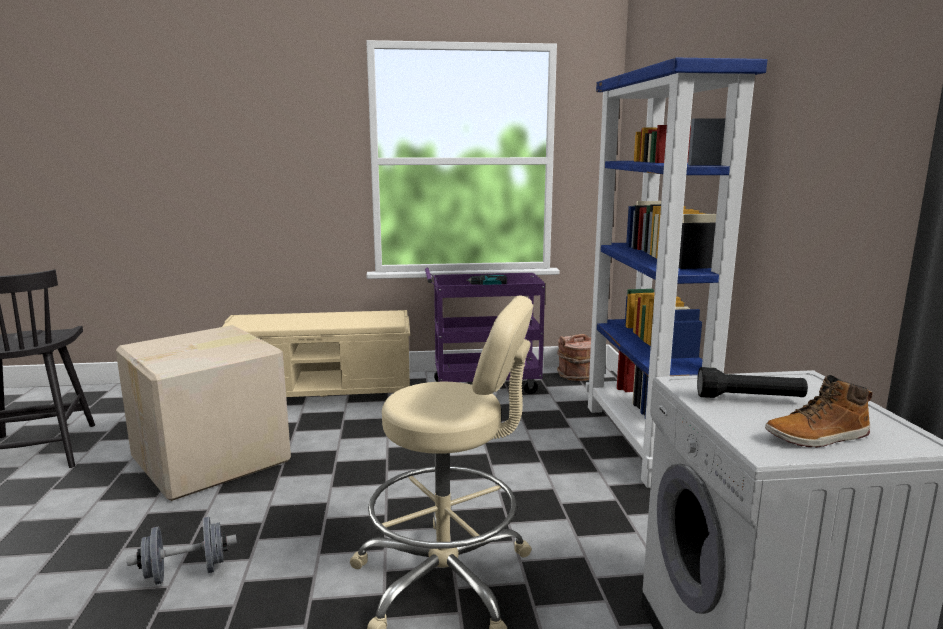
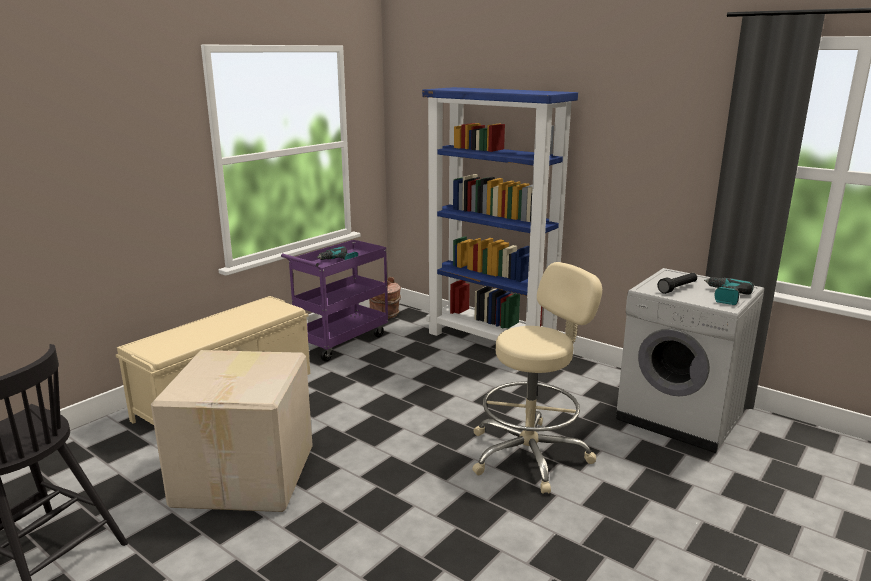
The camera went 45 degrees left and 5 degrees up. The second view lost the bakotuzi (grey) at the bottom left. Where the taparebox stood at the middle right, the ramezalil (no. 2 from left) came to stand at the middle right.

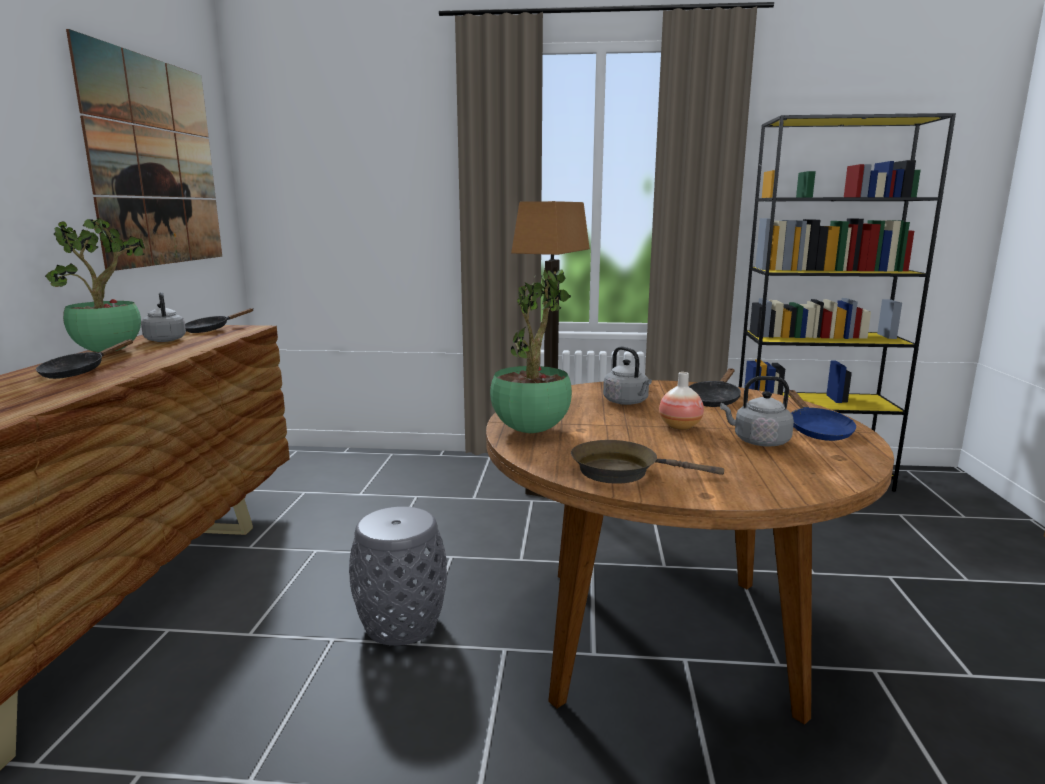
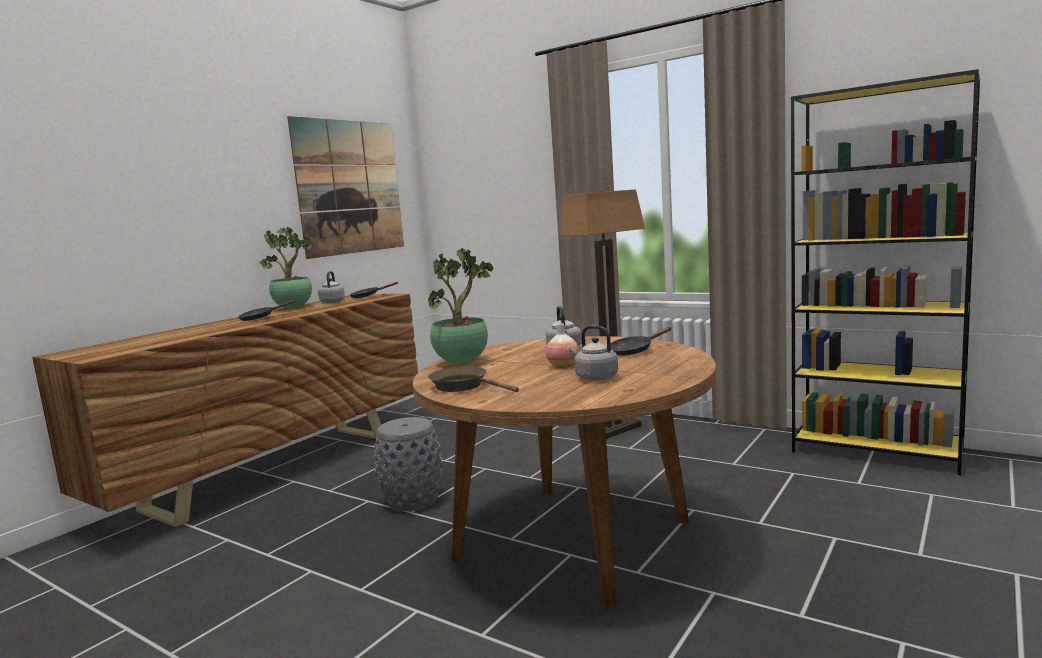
The camera went 30 degrees right and 5 degrees down. The second view lost the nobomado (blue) at the middle right.

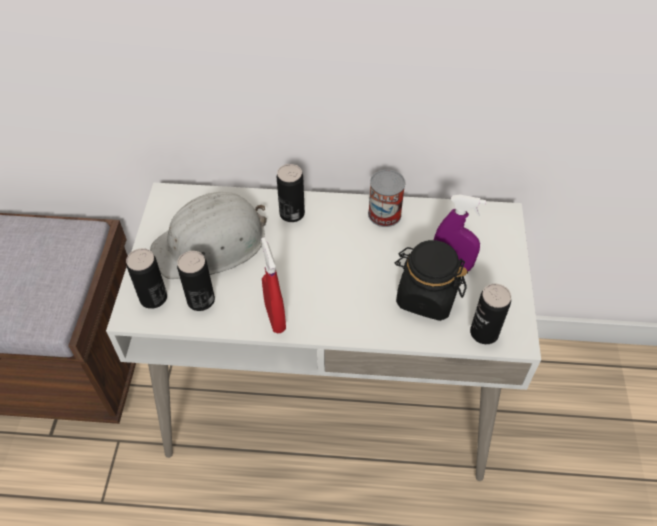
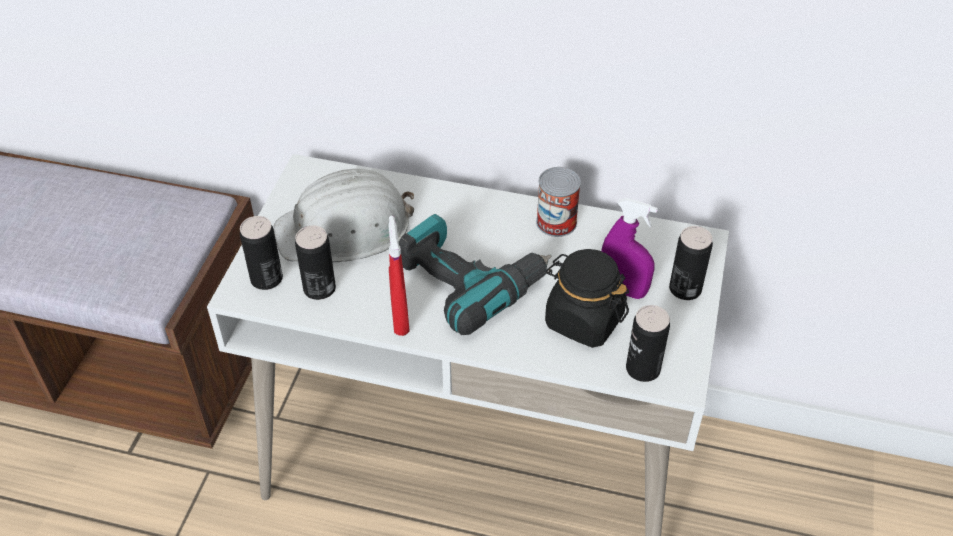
The camera went 10 degrees right and 5 degrees down. The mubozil (no. 3 from left in the first image) ended up elsewhere, having gone from the centre to the middle right. The second view gained the ramezalil at the centre.

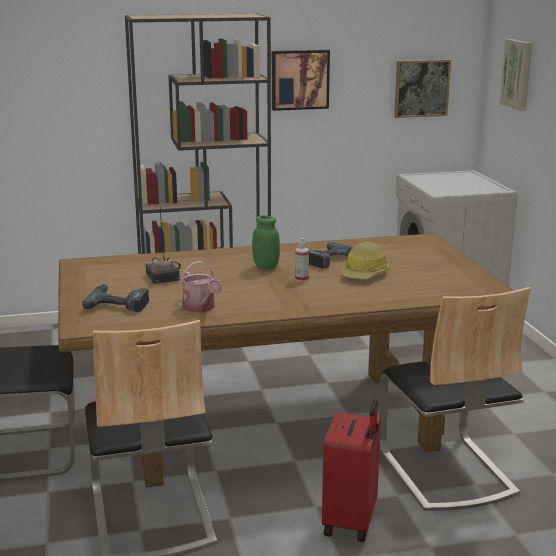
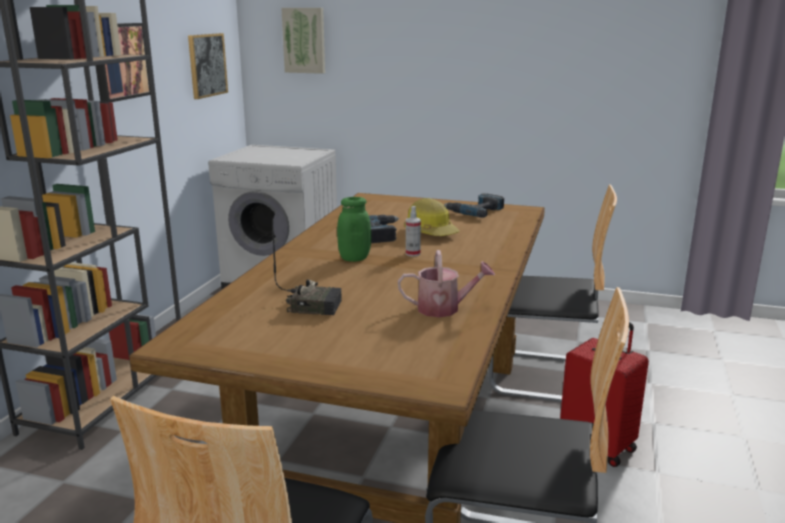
The camera went 60 degrees left and 0 degrees up. The ramezalil (no. 1 from left in the first image) ended up elsewhere, having gone from the middle left to the centre.

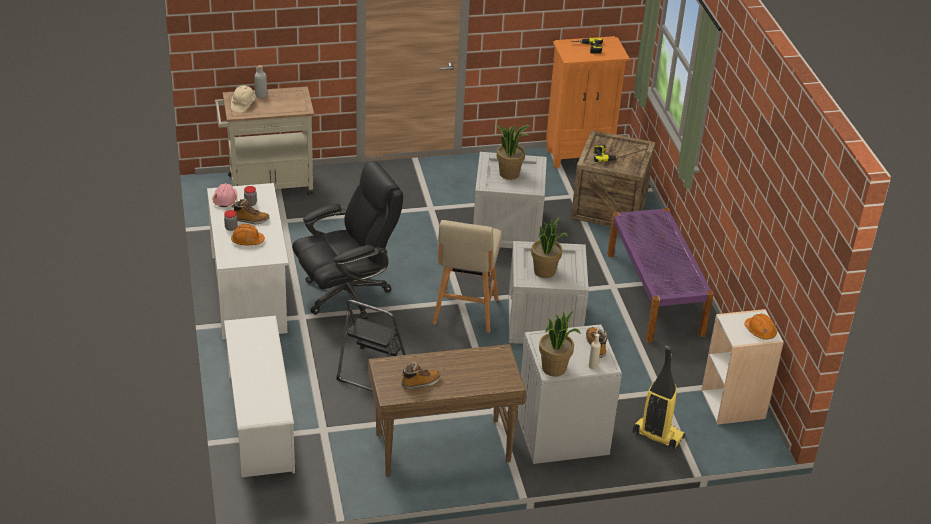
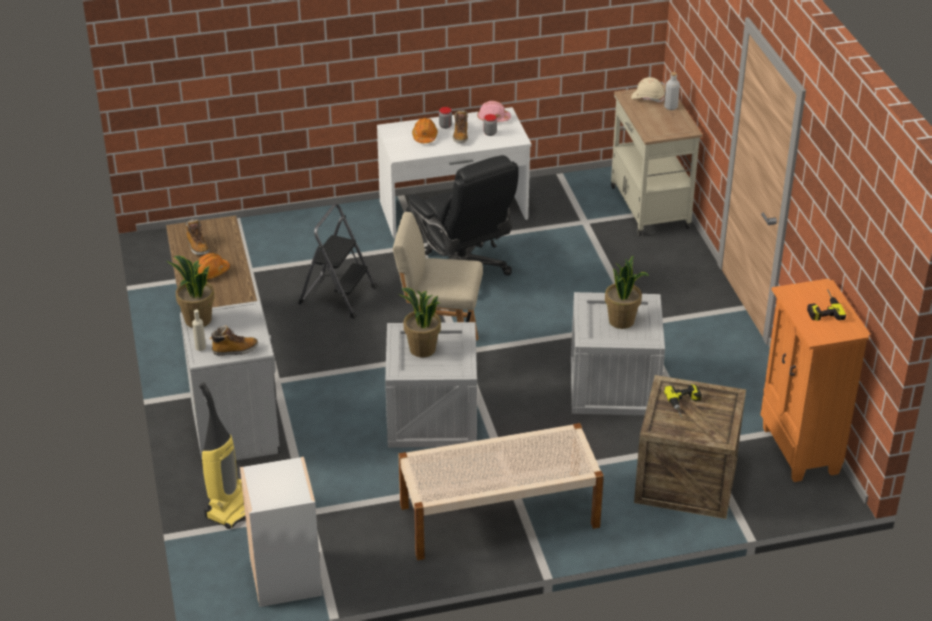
The camera went 90 degrees right and 0 degrees up. The second view lost the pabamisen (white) at the bottom left. What was the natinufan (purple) at the middle right turned into the natinufan (beige) at the bottom centre. The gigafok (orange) (no. 2 from left in the first image) ended up elsewhere, having gone from the middle right to the middle left.

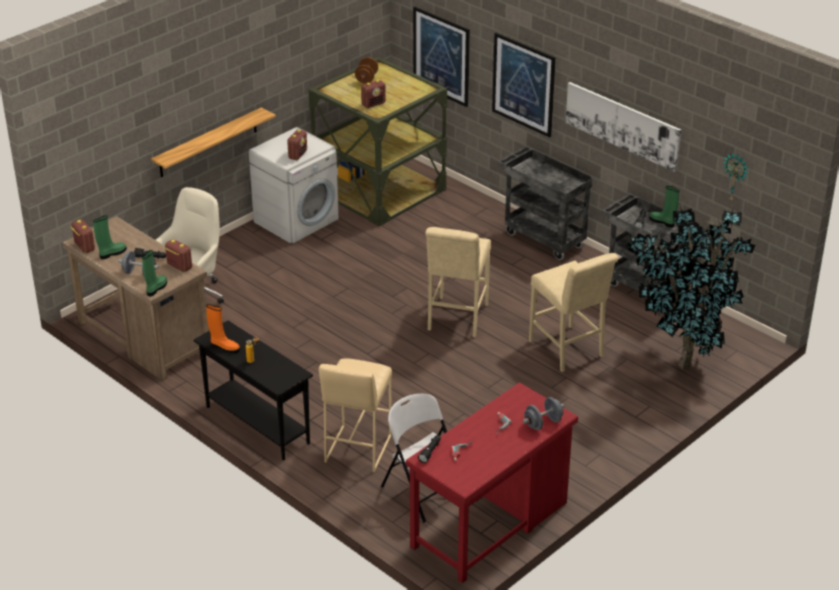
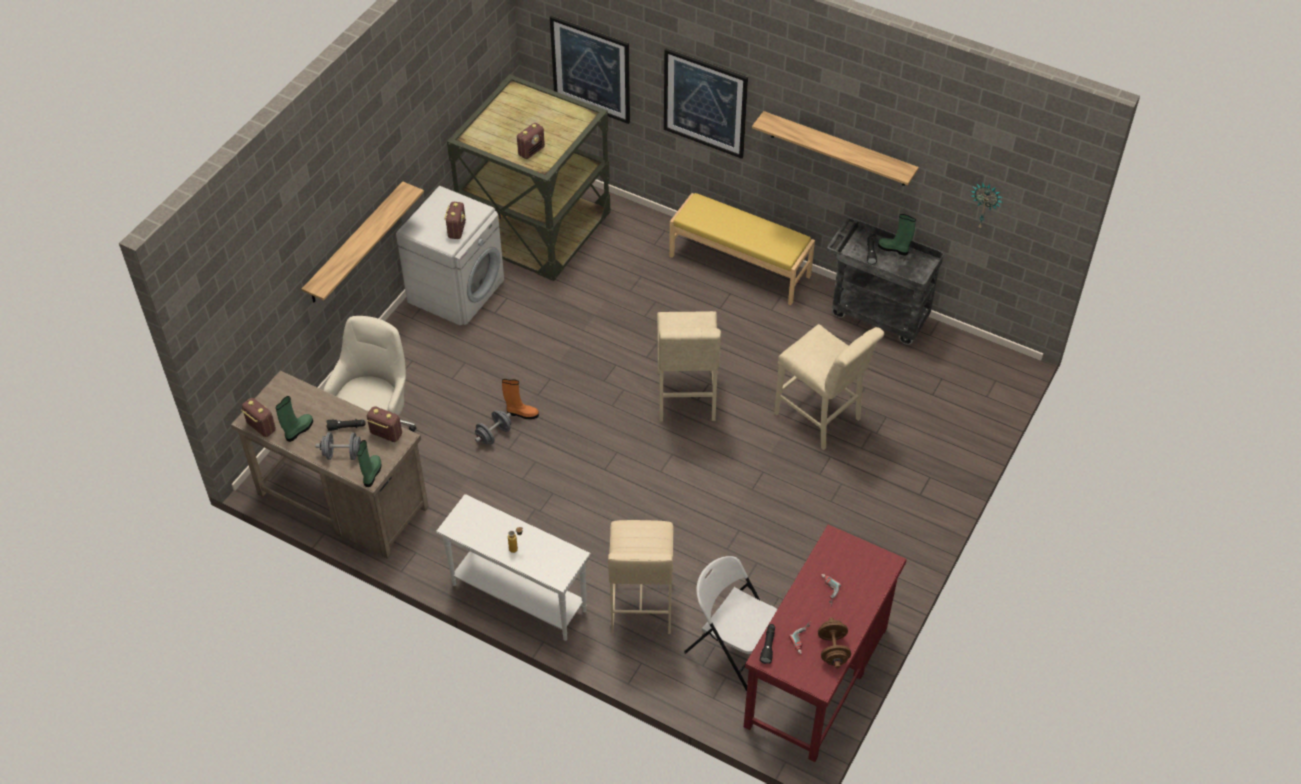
The camera went 15 degrees left and 15 degrees up. What was the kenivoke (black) at the middle left turned into the kenivoke (white) at the bottom centre. The taparebox (orange) ended up elsewhere, having gone from the middle left to the centre. The bakotuzi (brown) ended up elsewhere, having gone from the top centre to the bottom centre. Where the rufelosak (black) (no. 1 from left) stood at the centre, the natinufan (yellow) came to stand at the top centre. The bakotuzi (grey) (no. 2 from left) ended up elsewhere, having gone from the bottom centre to the centre. Where the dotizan (no. 3 from left) hung at the top right, the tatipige (no. 2 from left) came to hang at the top centre. The second view lost the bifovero at the middle right.

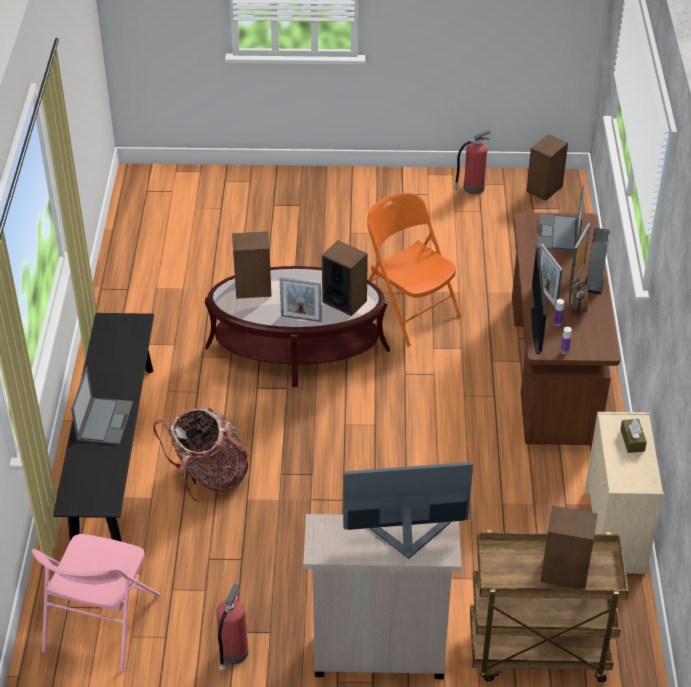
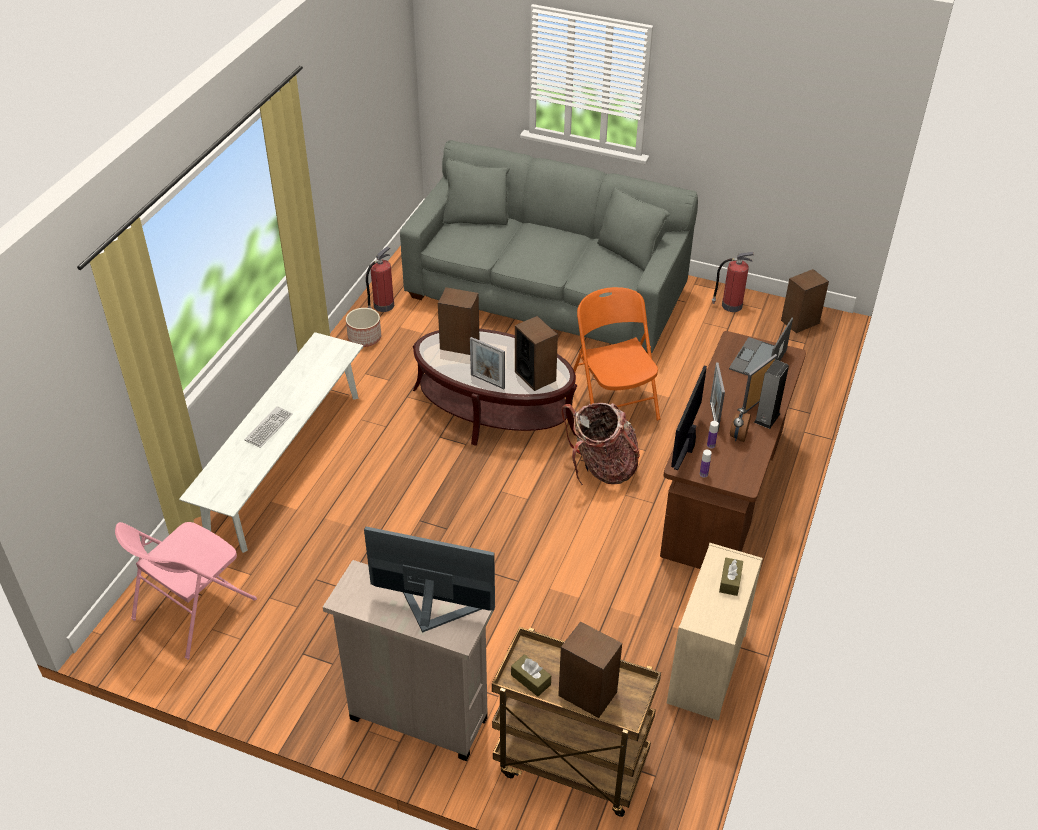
The camera went 20 degrees right and 0 degrees up. What was the natinufan (black) at the middle left turned into the natinufan (white) at the middle left. Where the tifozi (no. 1 from left) stood at the middle left, the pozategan came to stand at the middle left. The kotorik ended up elsewhere, having gone from the middle left to the centre. The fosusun (no. 1 from left) ended up elsewhere, having gone from the bottom centre to the centre. The second view gained the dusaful at the centre. The second view gained the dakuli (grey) at the top centre. The second view gained the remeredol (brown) (no. 1 from left) at the bottom centre.

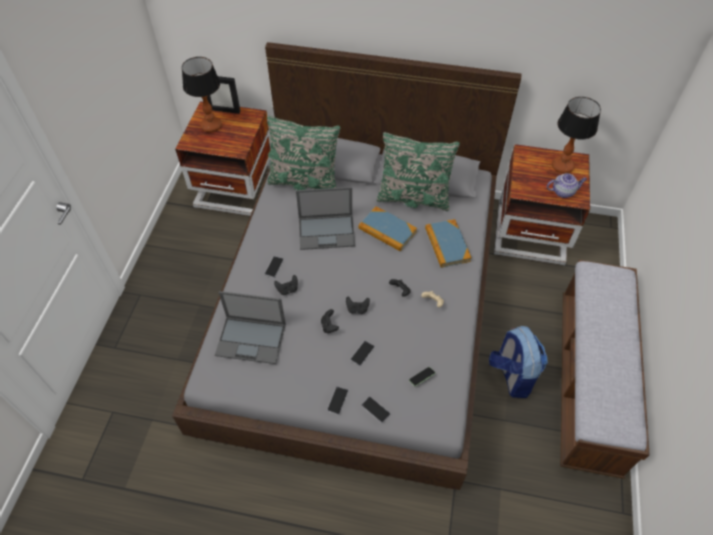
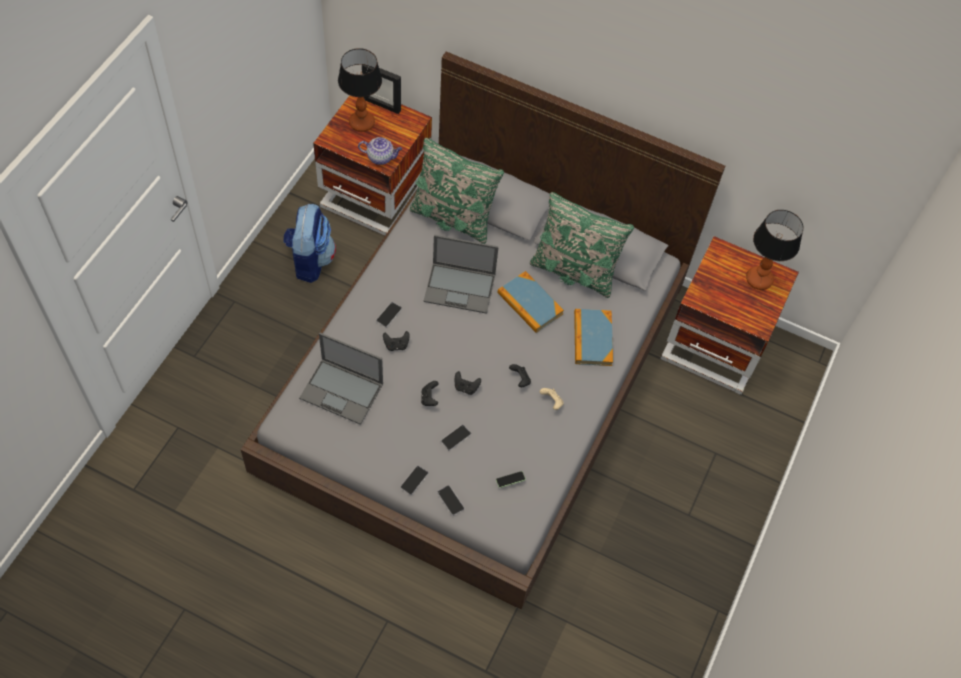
The camera went 10 degrees right and 5 degrees up. The kotorik ended up elsewhere, having gone from the bottom right to the middle left. The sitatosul ended up elsewhere, having gone from the middle right to the top centre. The second view lost the natinufan at the bottom right.

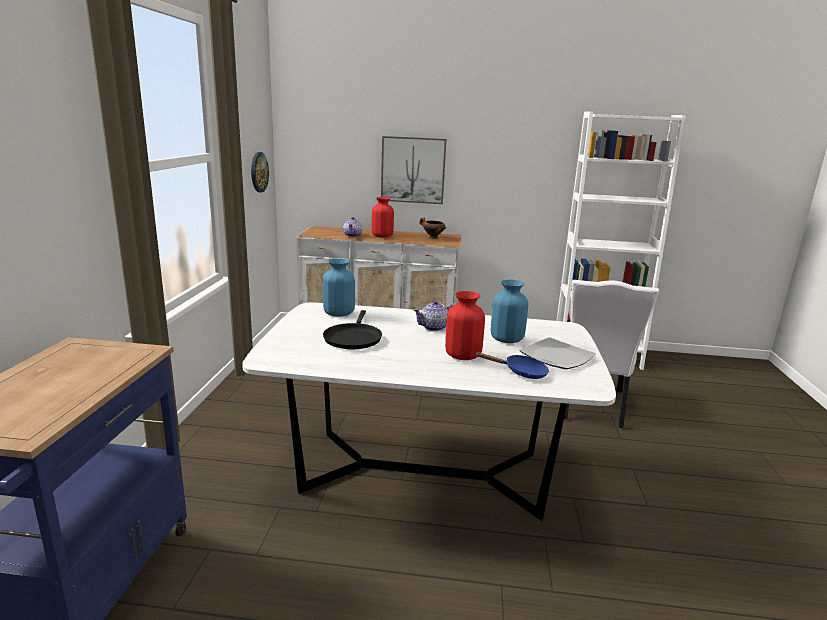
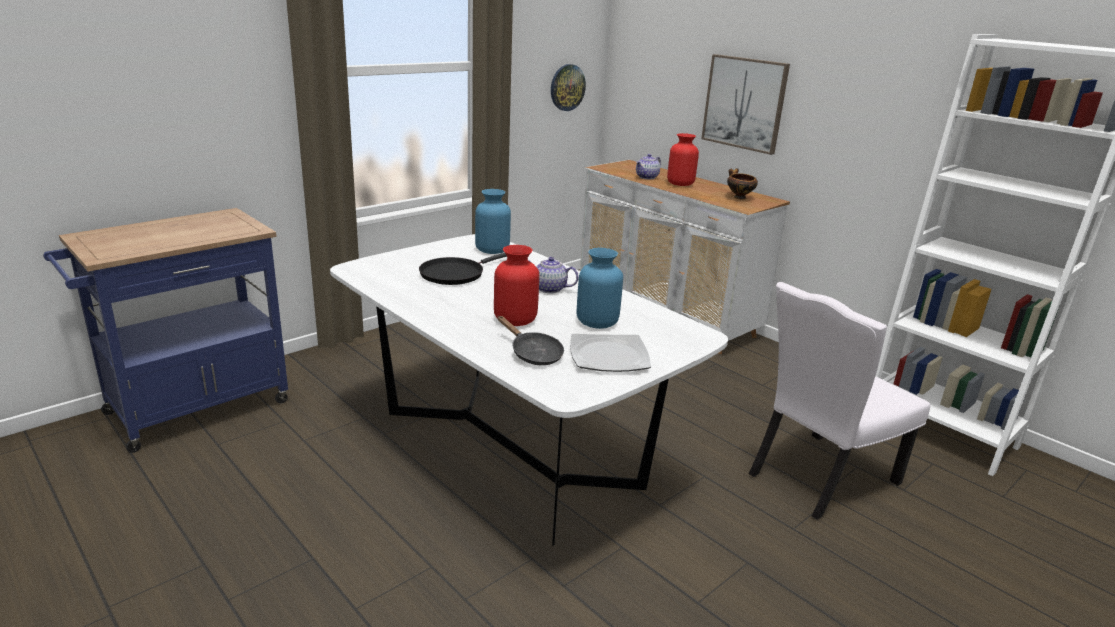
The camera went 40 degrees right and 5 degrees up. What was the nobomado (blue) at the centre turned into the nobomado (black) (no. 2 from left) at the centre.

